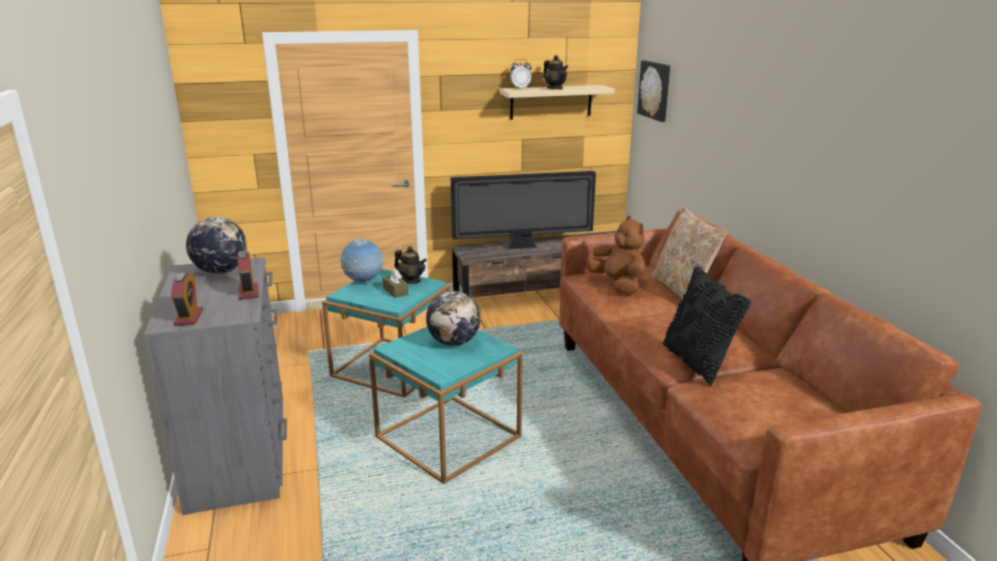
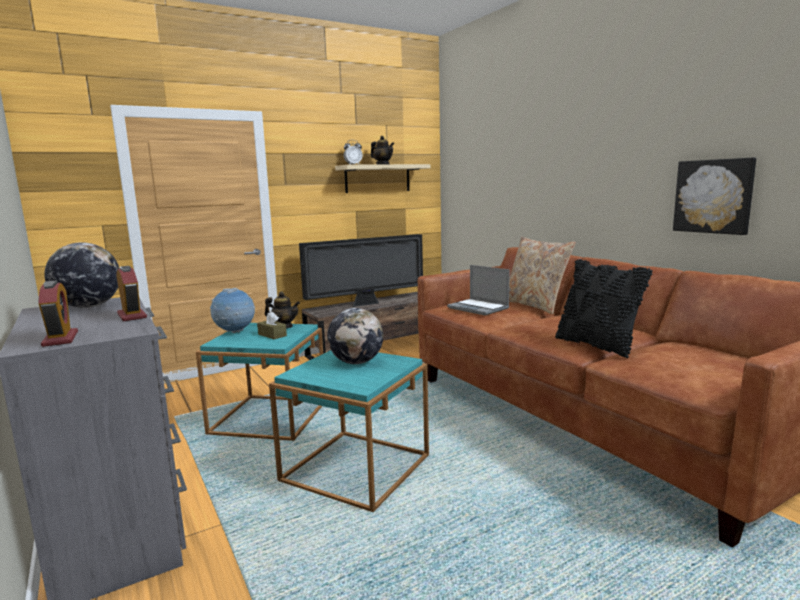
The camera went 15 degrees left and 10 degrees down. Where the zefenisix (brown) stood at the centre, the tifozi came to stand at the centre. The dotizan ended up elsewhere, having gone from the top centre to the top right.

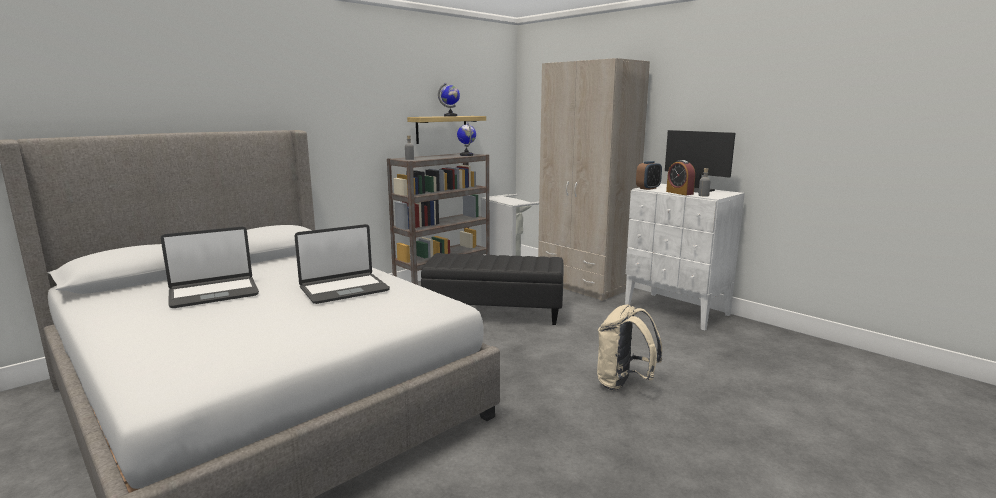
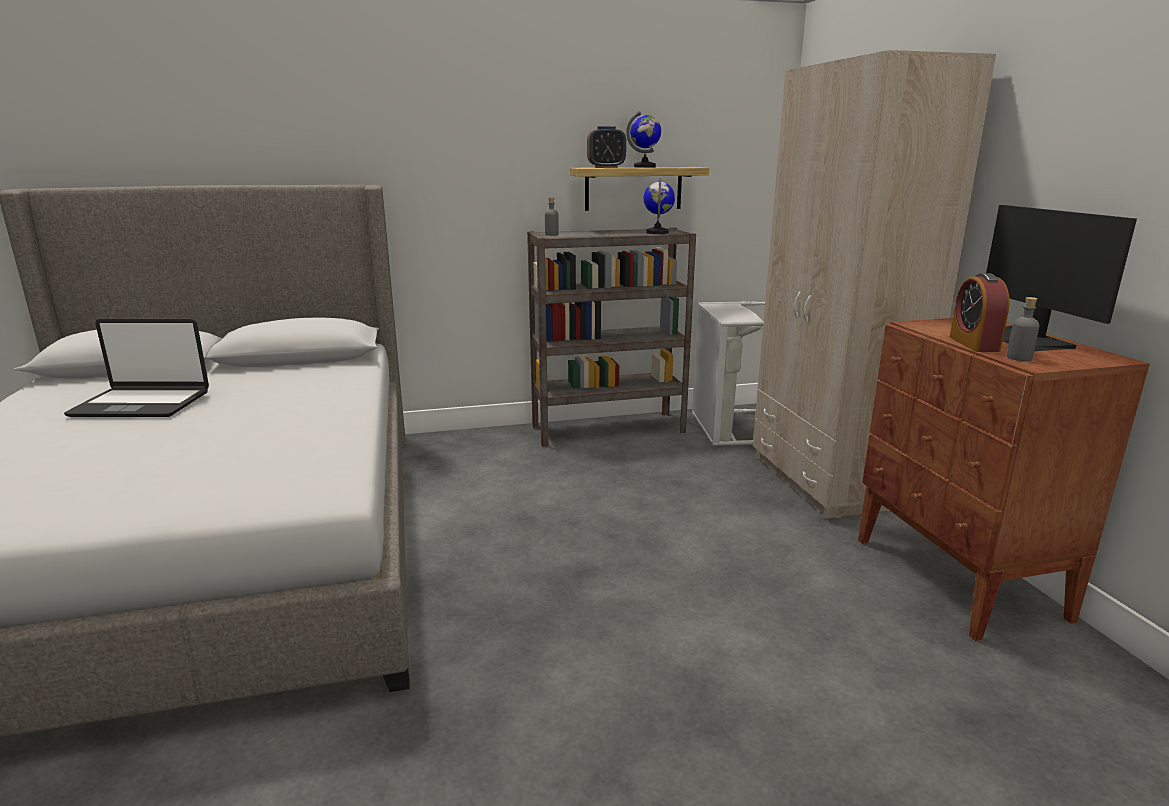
The camera went 30 degrees right and 5 degrees up. The second view lost the tifozi (no. 2 from left) at the centre. The second view lost the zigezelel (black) at the centre. The second view lost the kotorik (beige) at the bottom centre. What was the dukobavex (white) at the middle right turned into the dukobavex (brown) at the middle right. The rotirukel (no. 1 from left) ended up elsewhere, having gone from the centre to the top centre.

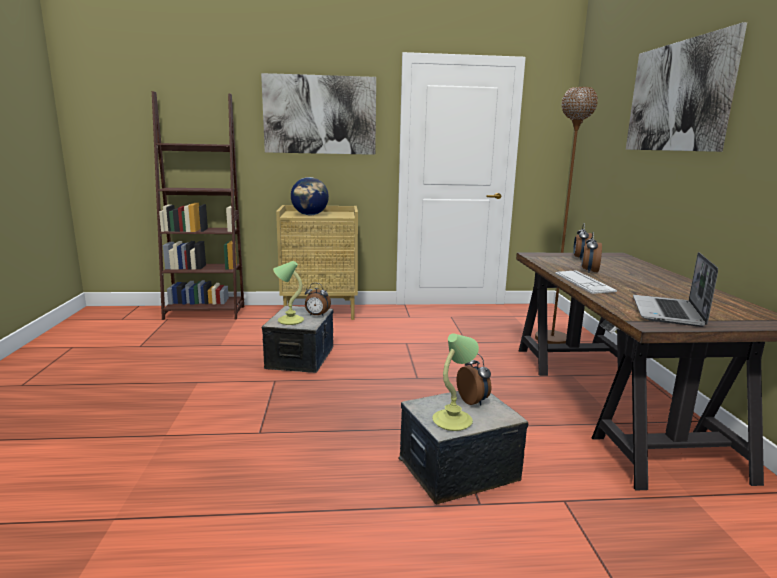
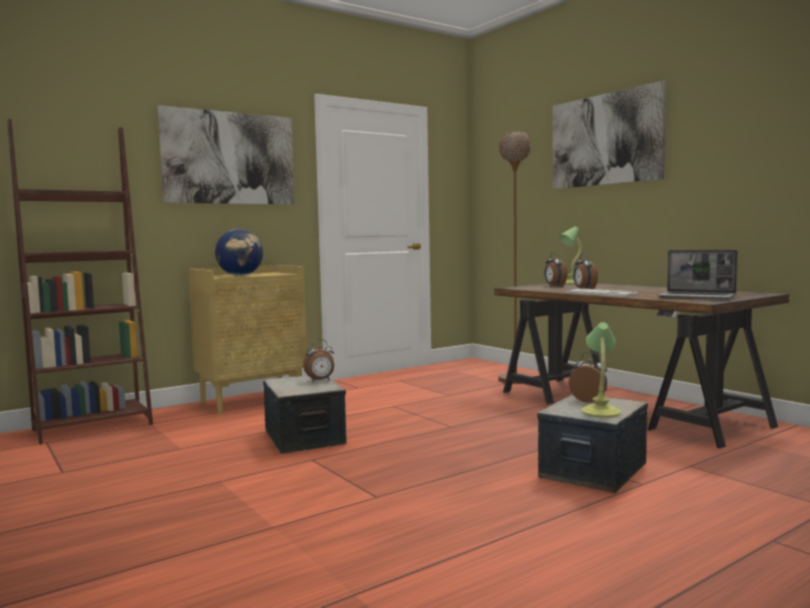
The camera went 30 degrees left and 10 degrees down. The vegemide (no. 1 from left) ended up elsewhere, having gone from the centre to the middle right. The tifozi at the middle right ended up facing another way, 45 degrees counterclockwise from before.

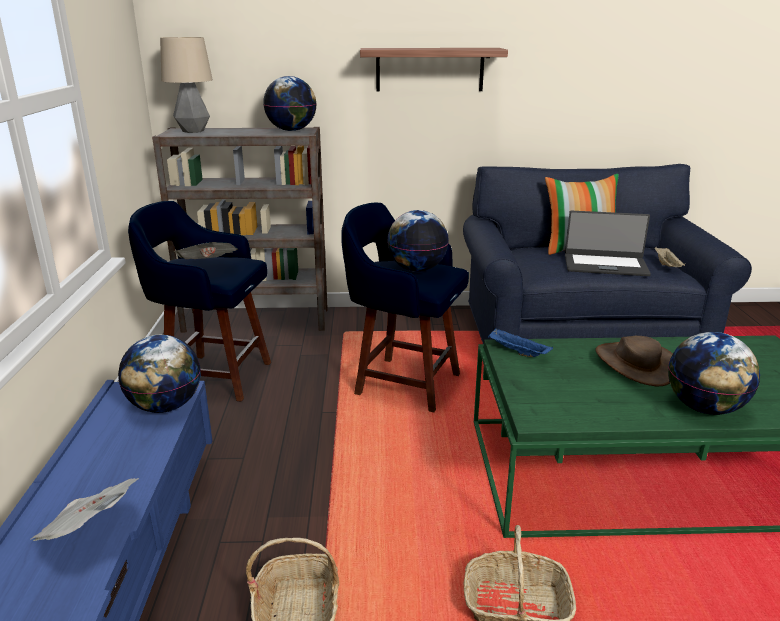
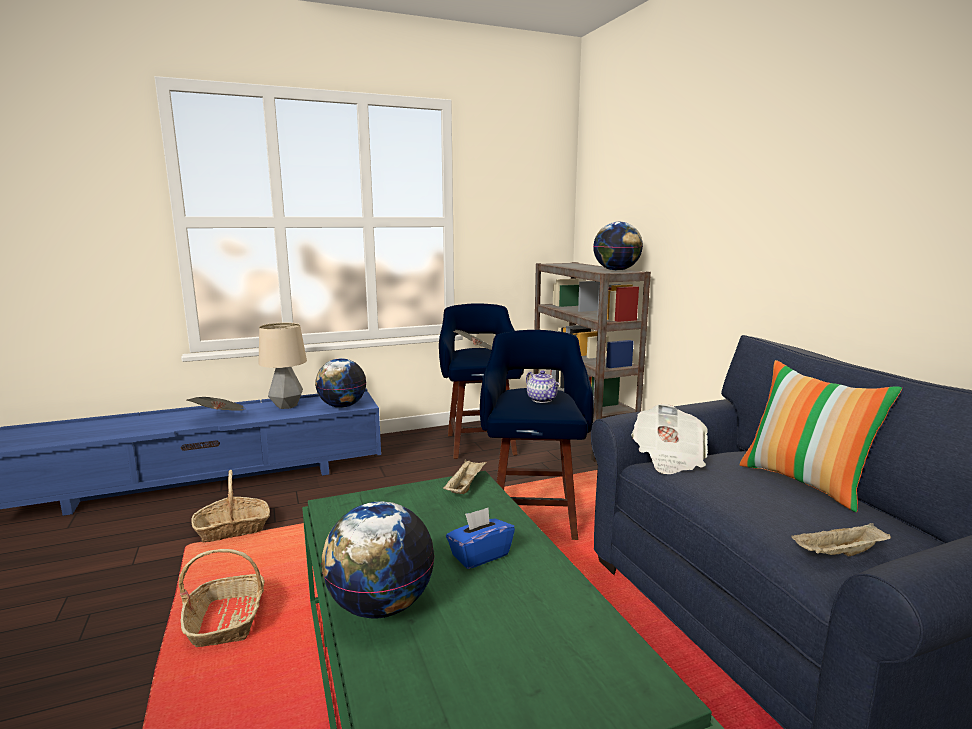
The camera went 70 degrees right and 10 degrees down. The vegemide ended up elsewhere, having gone from the top left to the middle left. The second view lost the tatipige at the top centre. Where the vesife (no. 3 from left) stood at the centre, the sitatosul came to stand at the centre. What was the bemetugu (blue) at the middle right turned into the bemetugu (beige) (no. 1 from left) at the centre. The second view lost the tifozi at the middle right. Where the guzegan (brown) stood at the middle right, the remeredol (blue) came to stand at the bottom centre. The second view gained the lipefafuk (no. 3 from left) at the middle right.

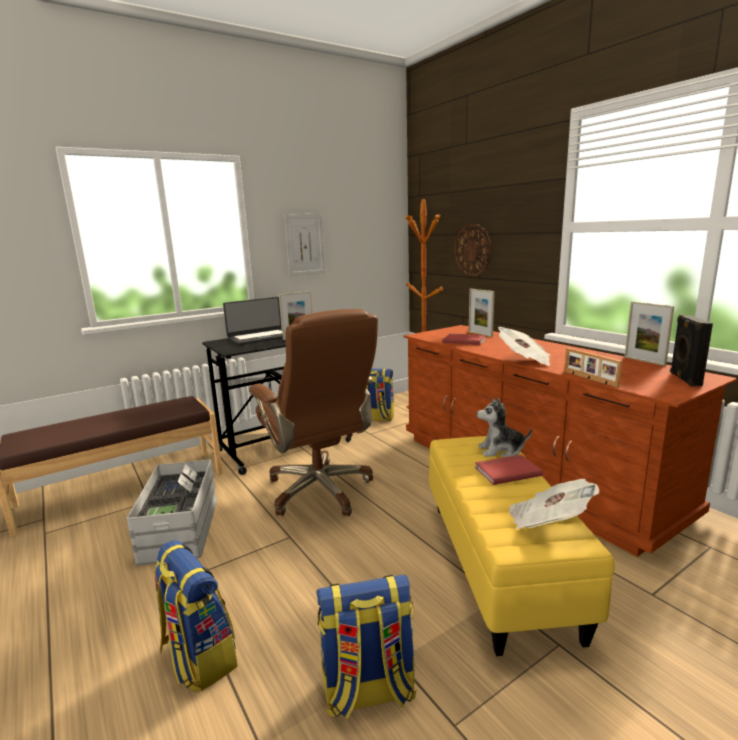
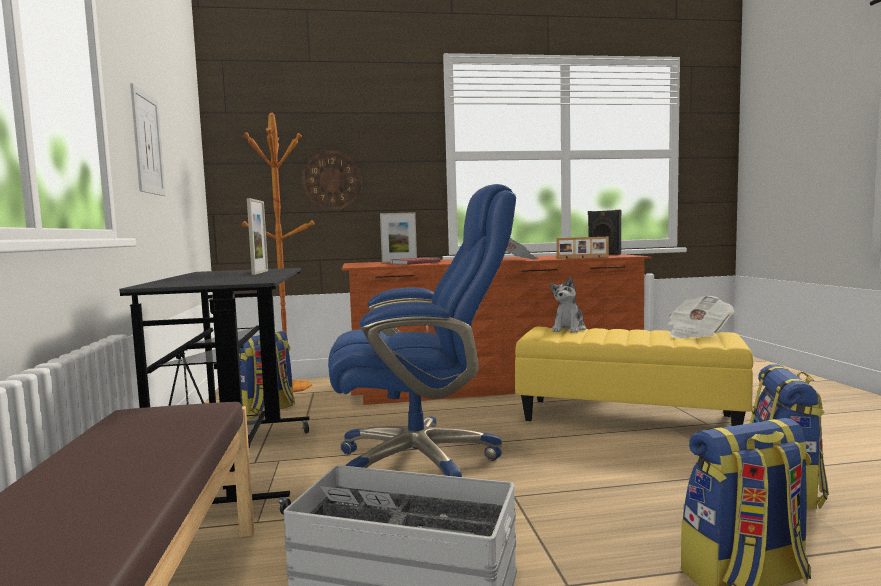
The camera went 65 degrees left and 10 degrees down. The second view lost the tifozi at the centre. What was the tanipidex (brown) at the centre turned into the tanipidex (blue) at the centre. The second view lost the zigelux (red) (no. 2 from left) at the middle right. The second view lost the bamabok (no. 4 from left) at the middle right.

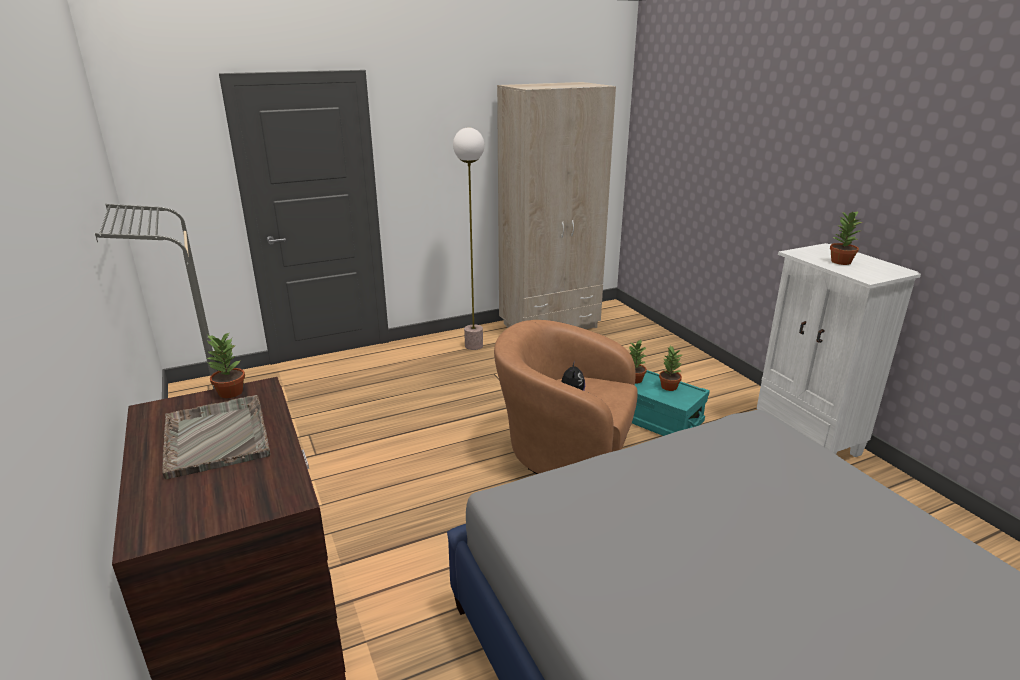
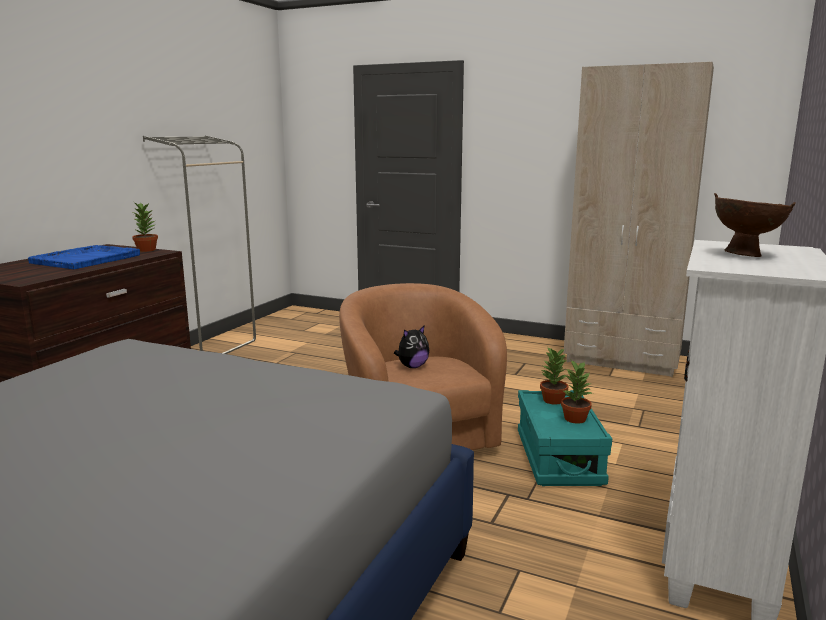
The camera went 50 degrees right and 10 degrees down. What was the bemetugu (grey) at the middle left turned into the bemetugu (blue) at the middle left. The second view lost the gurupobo at the centre. Where the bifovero (no. 4 from left) stood at the middle right, the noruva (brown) came to stand at the middle right.

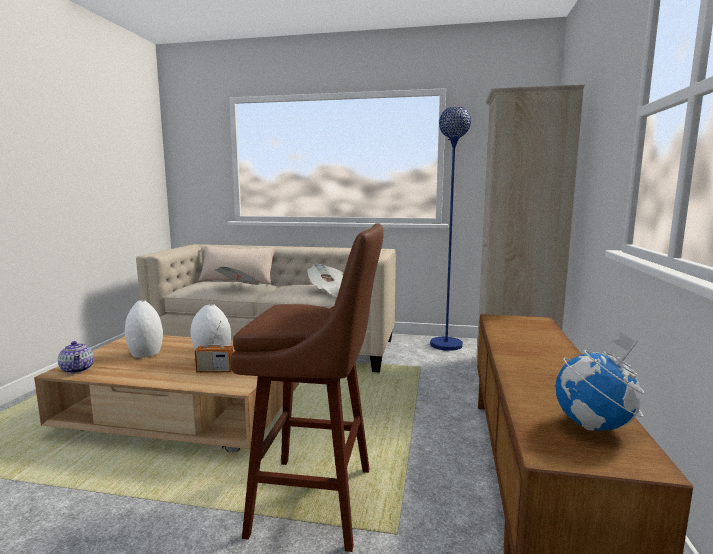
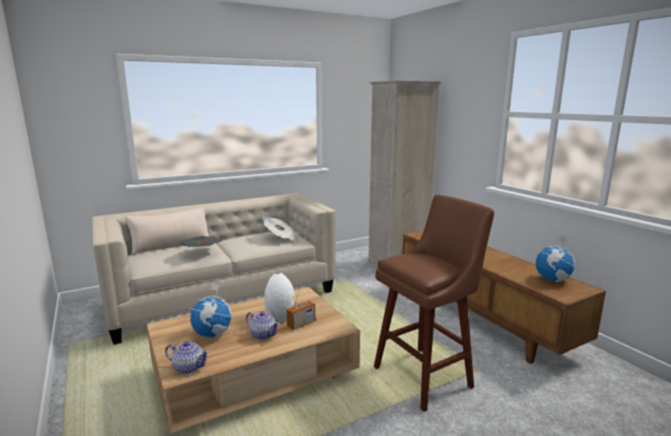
The camera went 40 degrees left and 5 degrees up. Where the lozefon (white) (no. 1 from left) stood at the middle left, the vesife (no. 1 from left) came to stand at the bottom left. The second view lost the gurupobo (blue) at the centre. The second view gained the sitatosul (no. 2 from left) at the bottom centre.

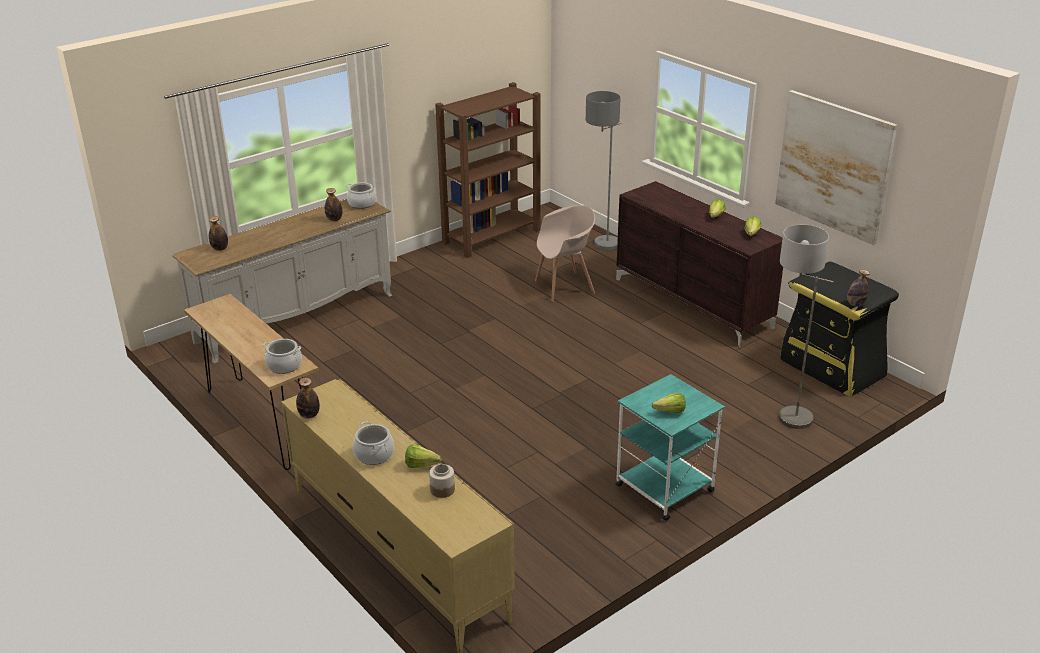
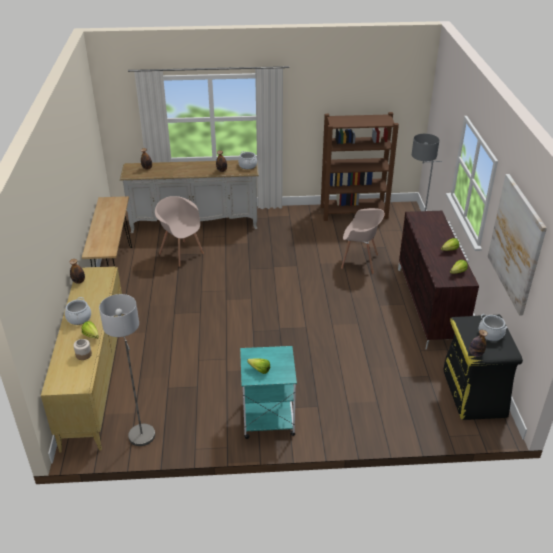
The camera went 35 degrees right and 5 degrees up. The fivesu (no. 1 from left in the first image) ended up elsewhere, having gone from the middle left to the middle right. The gurupobo (grey) (no. 2 from left in the first image) ended up elsewhere, having gone from the middle right to the bottom left. The second view gained the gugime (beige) (no. 1 from left) at the middle left.

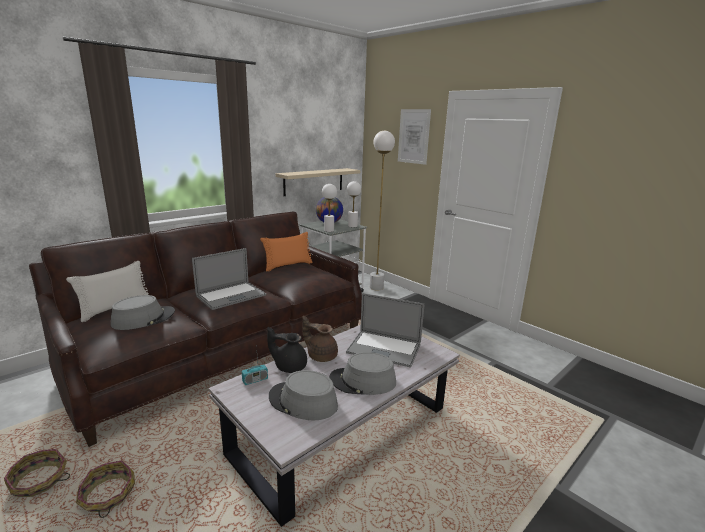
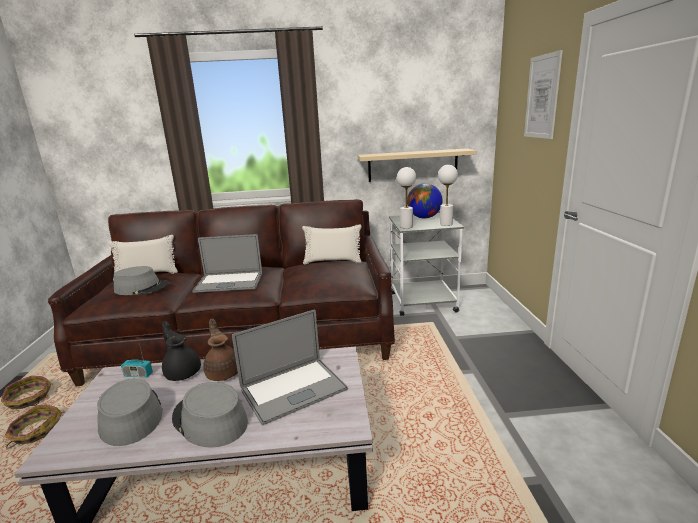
The camera went 40 degrees right and 0 degrees up. What was the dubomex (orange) at the centre turned into the dubomex (white) (no. 2 from left) at the centre. The tifozi (no. 2 from left) at the centre ended up facing another way, 90 degrees counterclockwise from before. The second view lost the gurupobo (white) at the centre.

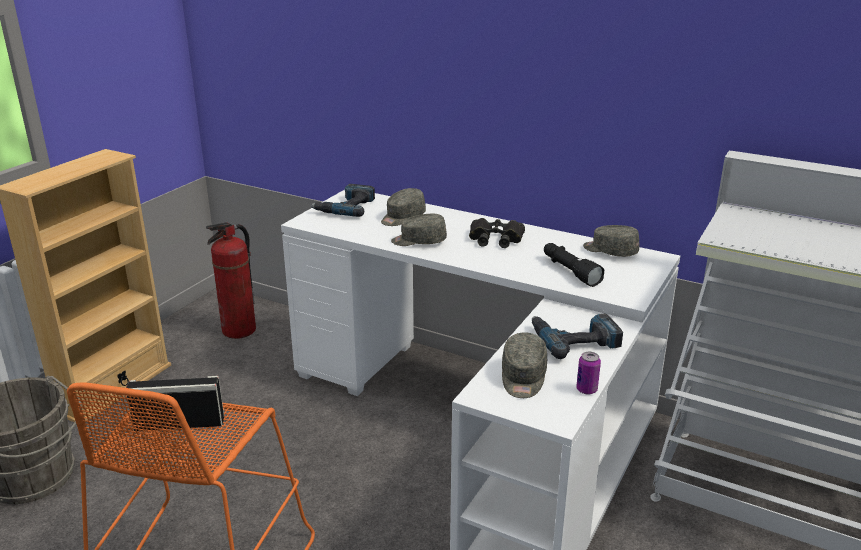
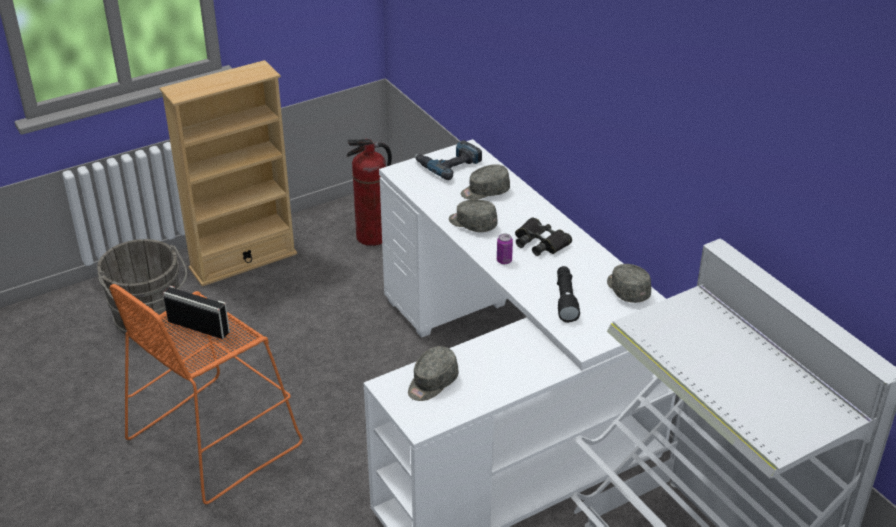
The camera went 30 degrees right and 10 degrees up. The second view lost the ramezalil (no. 2 from left) at the middle right. The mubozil ended up elsewhere, having gone from the bottom right to the centre.

